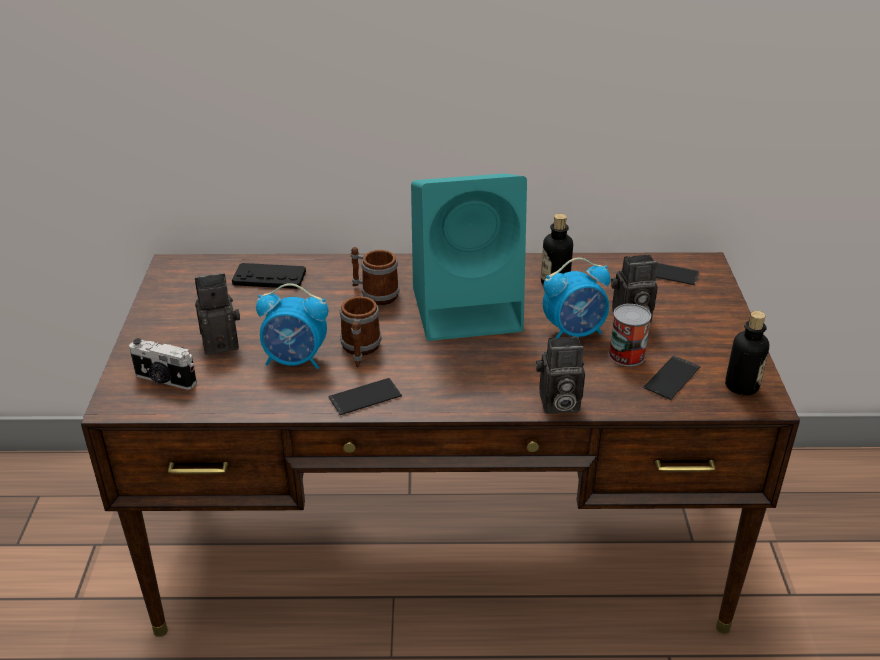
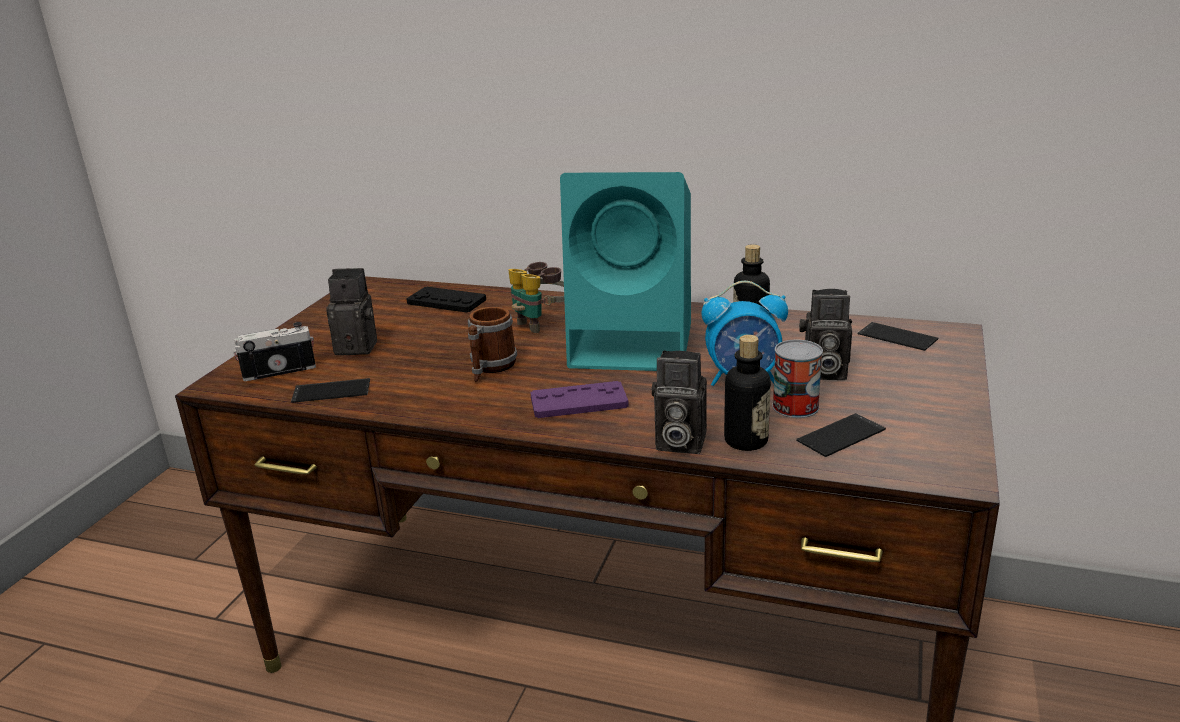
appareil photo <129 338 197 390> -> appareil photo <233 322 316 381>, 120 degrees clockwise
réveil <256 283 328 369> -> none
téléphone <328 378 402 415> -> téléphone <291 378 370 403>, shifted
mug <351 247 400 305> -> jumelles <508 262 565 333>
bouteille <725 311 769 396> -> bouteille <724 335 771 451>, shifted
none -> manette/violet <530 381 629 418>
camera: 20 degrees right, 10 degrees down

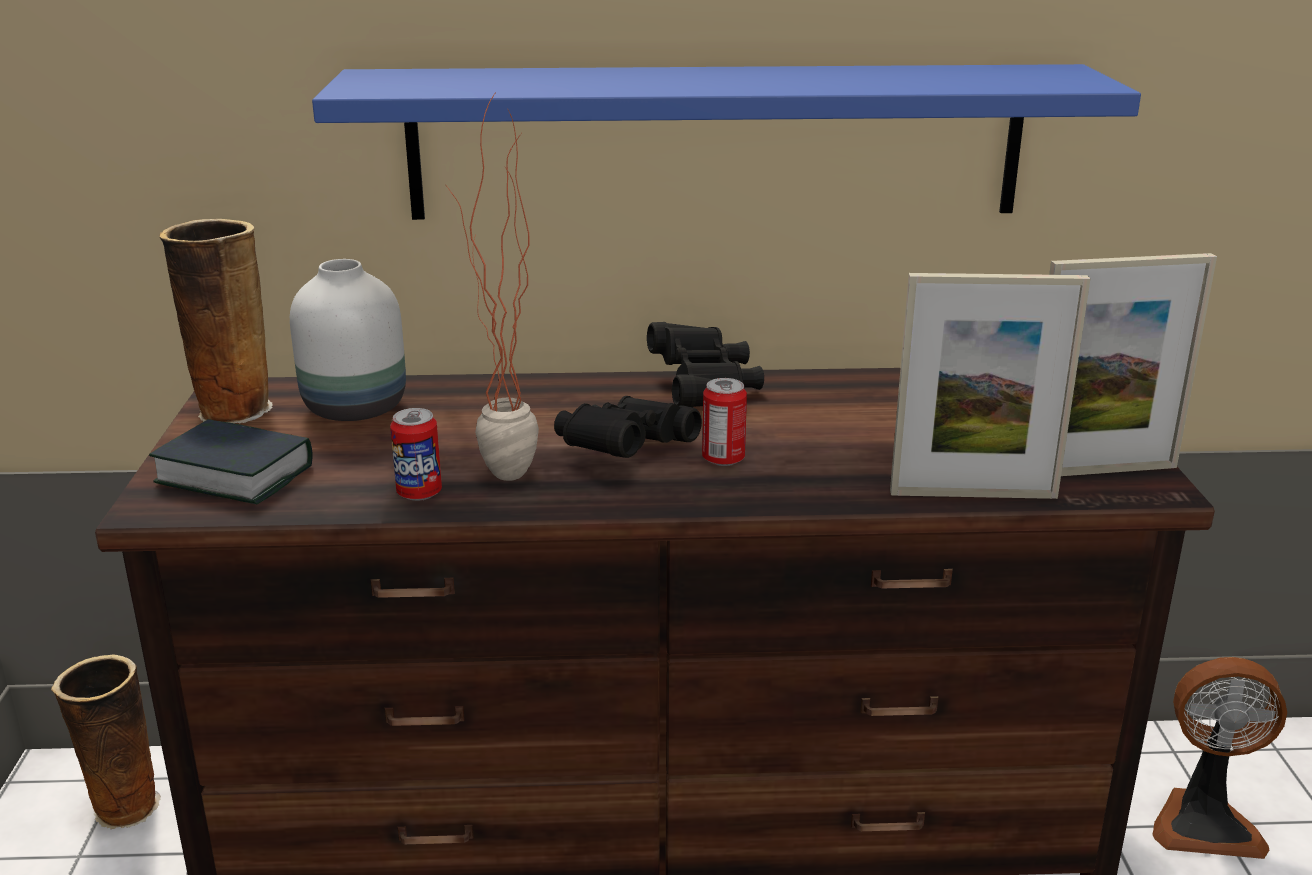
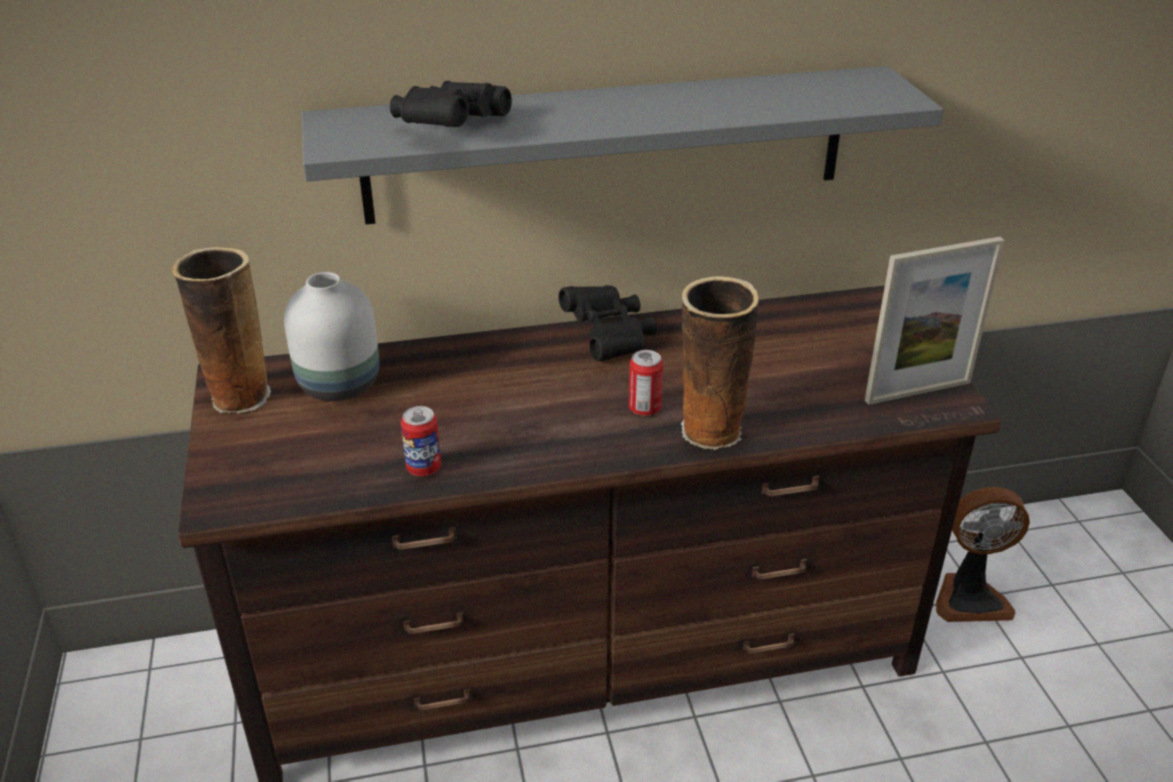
vase <51 655 161 829> -> vase <681 276 759 450>, shifted
livre <149 419 312 504> -> none
étagère/bleu <312 64 1141 220> -> étagère/gris <302 66 943 225>
plante en pot <445 91 539 481> -> none
jumelles/noir <554 396 702 458> -> jumelles/noir <390 81 512 127>, shifted
cadre photo <890 273 1090 499> -> none
camera: 10 degrees left, 10 degrees up

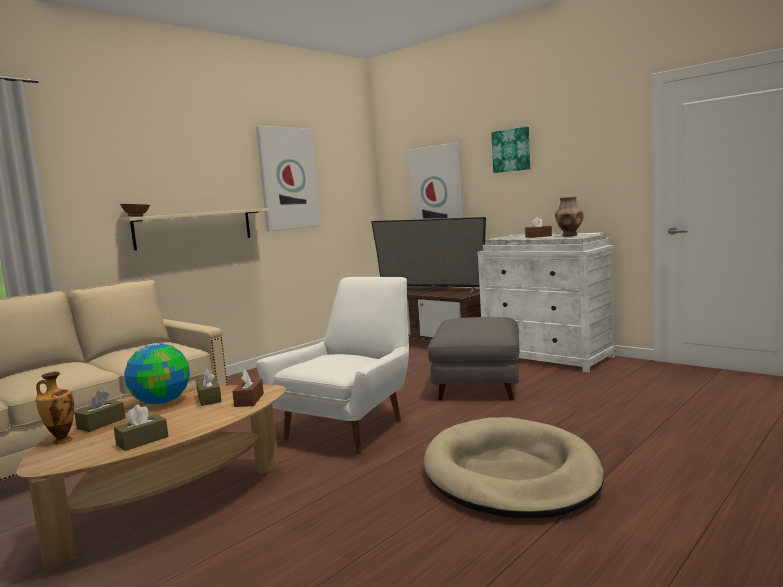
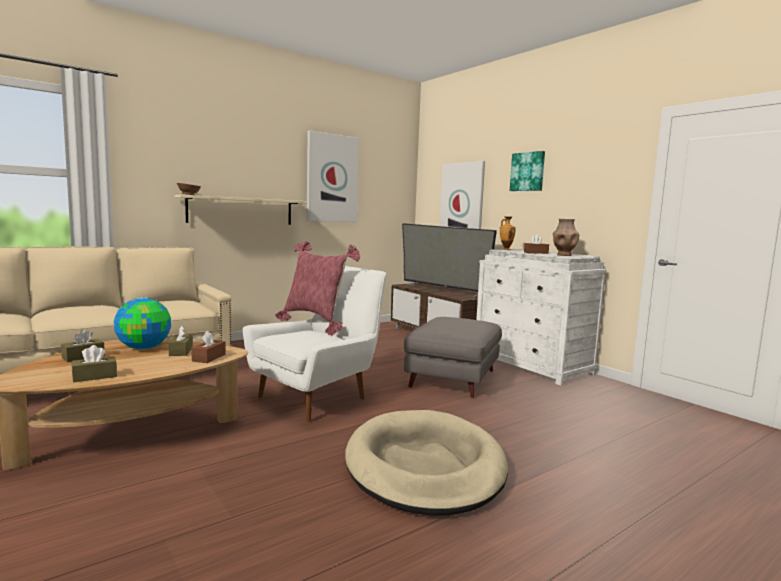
vase <36 372 74 444> -> vase <500 216 516 250>, shifted
none -> coussin/rouge <275 241 360 336>
camera: 10 degrees right, 0 degrees up

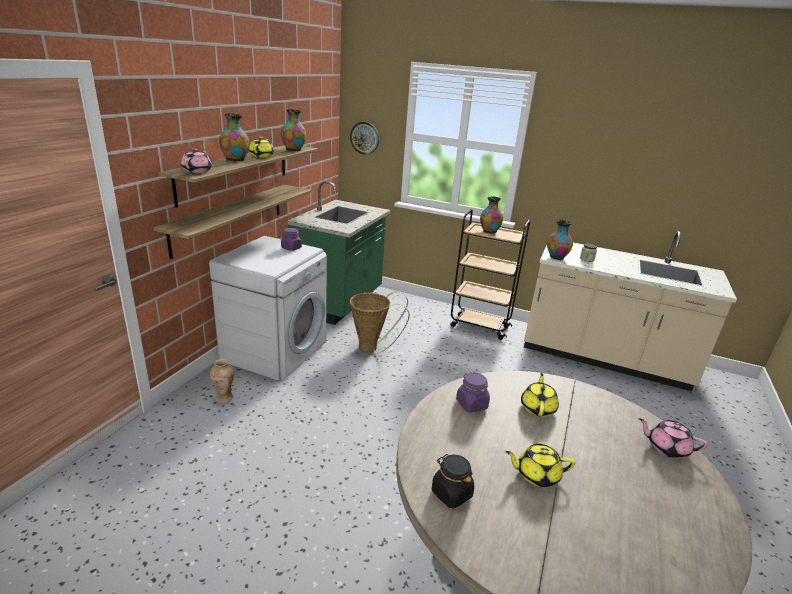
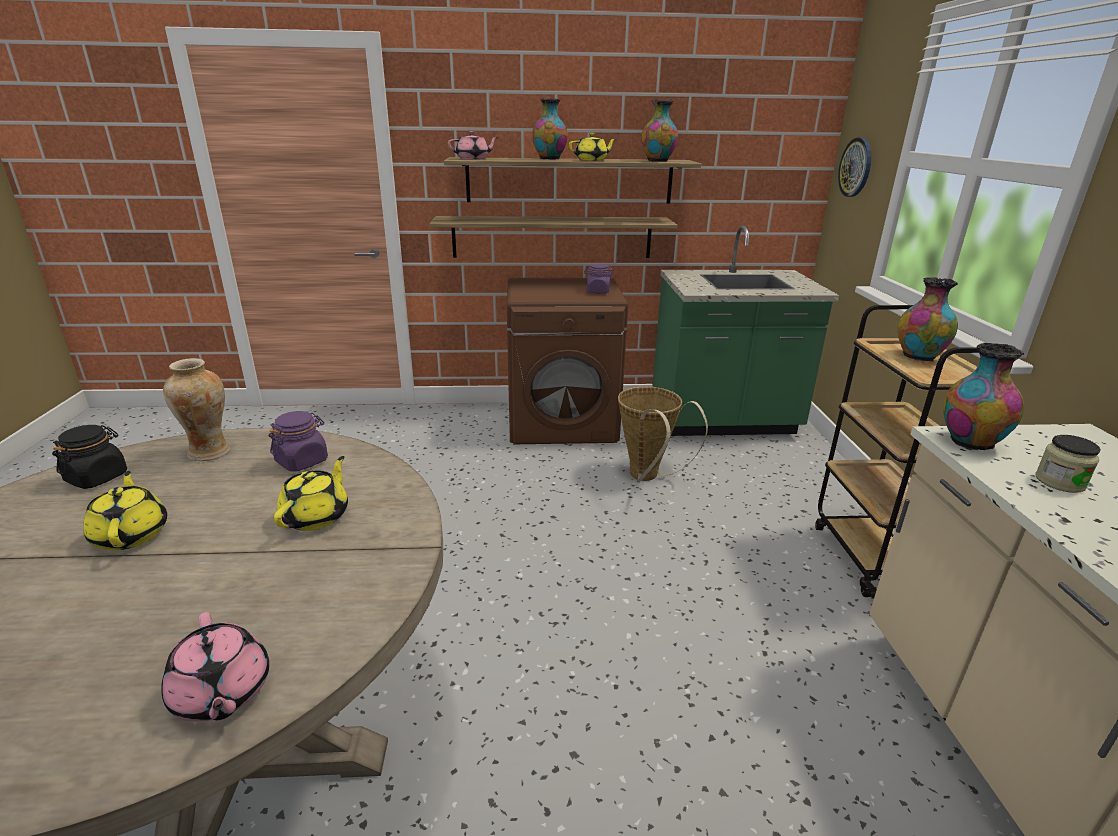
lave-linge/blanc <209 236 327 380> -> lave-linge/marron <507 278 628 444>
vase <210 359 234 403> -> vase <163 358 231 461>, shifted
théière/jaune <521 373 559 417> -> théière/jaune <274 456 348 531>, 60 degrees counterclockwise
théière/rose <639 418 708 459> -> théière/rose <161 612 269 722>, 150 degrees clockwise
camera: 65 degrees right, 0 degrees up

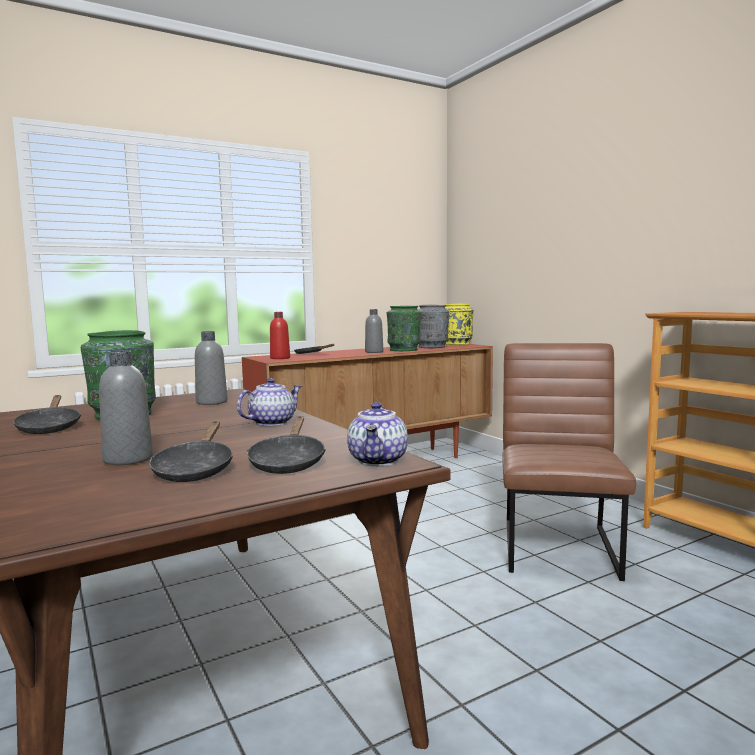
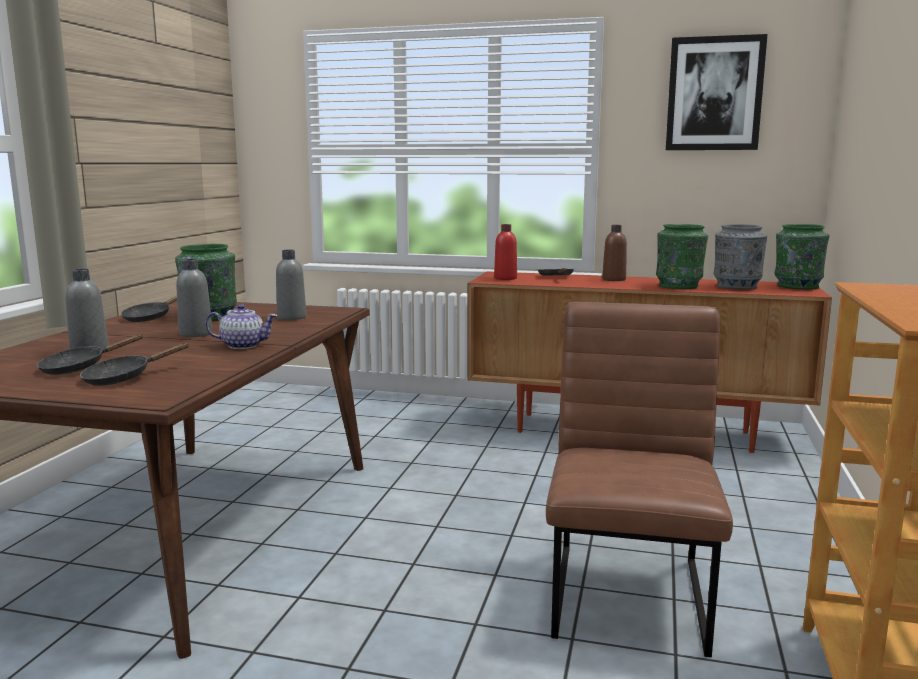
théière <347 402 408 466> -> none
bouteille/gris <365 309 383 353> -> bouteille/gris <176 259 213 337>, shifted
vase/jaune <445 304 473 345> -> vase/vert <774 224 829 290>
chaise/marron <502 343 636 581> -> chaise/marron <546 302 733 657>, 45 degrees counterclockwise
none -> bouteille/marron <602 225 627 281>
none -> tableau <666 34 767 150>
camera: 45 degrees right, 5 degrees up

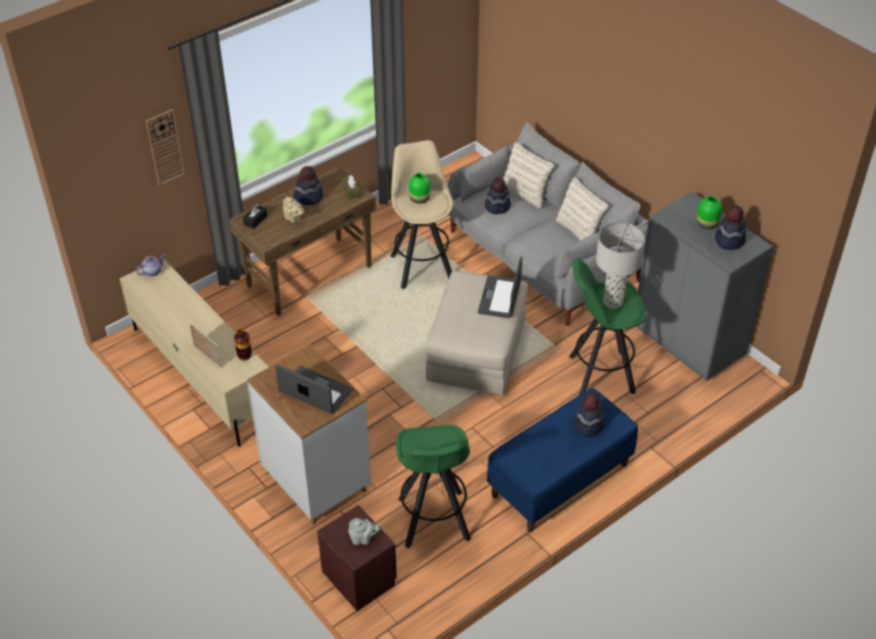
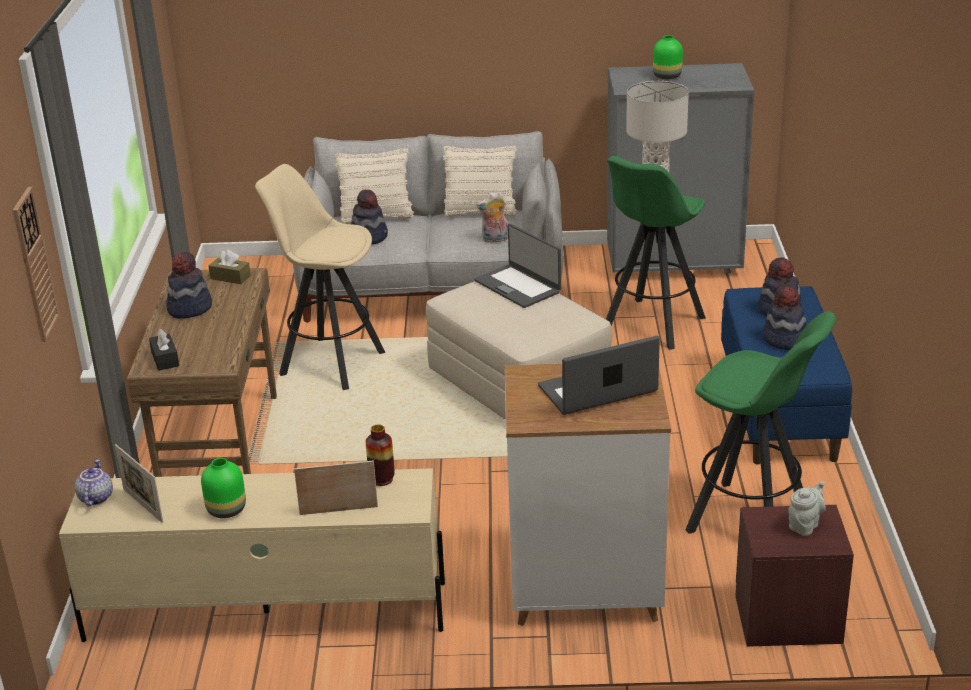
théière/beige <283 196 304 223> -> none
vase/vert <409 173 430 204> -> vase/vert <201 458 246 518>, shifted
chapeau <715 206 746 250> -> chapeau <763 284 806 350>, shifted
none -> cadre photo <115 444 163 523>
none -> peluche <477 191 508 243>
camera: 50 degrees left, 15 degrees down

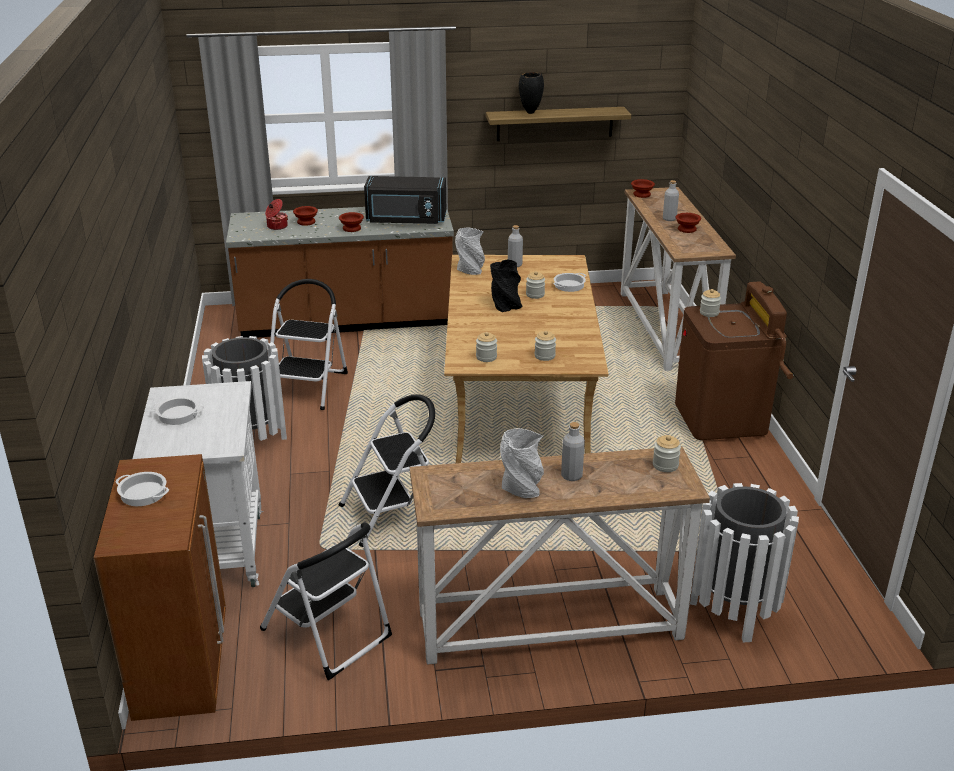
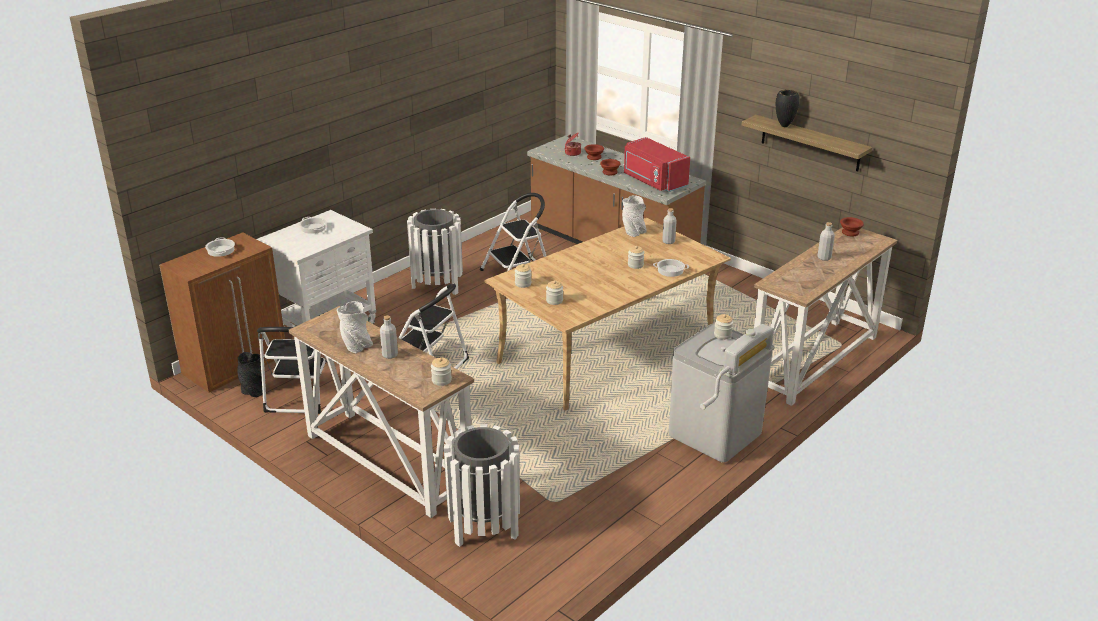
micro-ondes/noir <364 176 446 224> -> micro-ondes/rouge <624 137 690 192>
vase/noir <490 260 522 312> -> vase/noir <237 352 263 397>, shifted
bol/marron <675 213 701 233> -> none
lave-linge/marron <675 282 794 440> -> lave-linge/gris <669 323 775 462>
camera: 50 degrees right, 0 degrees up

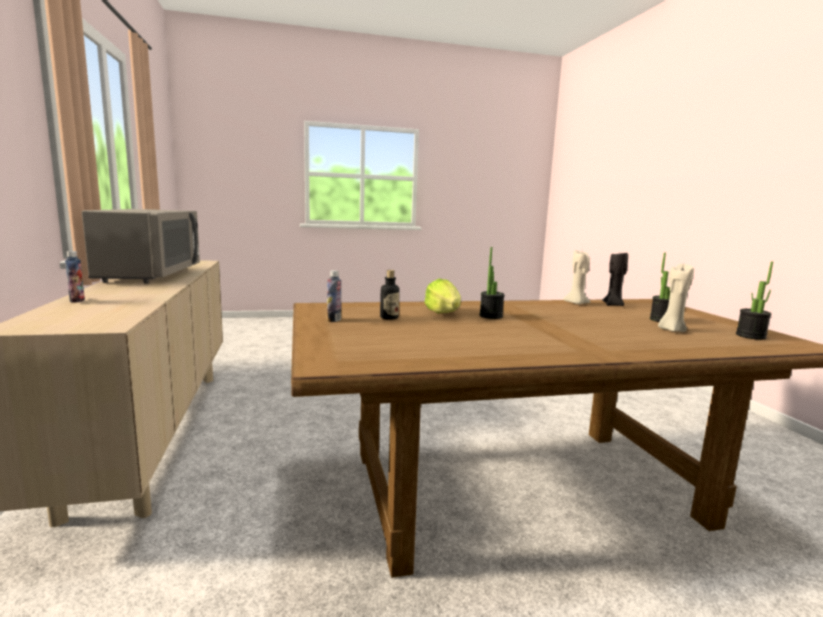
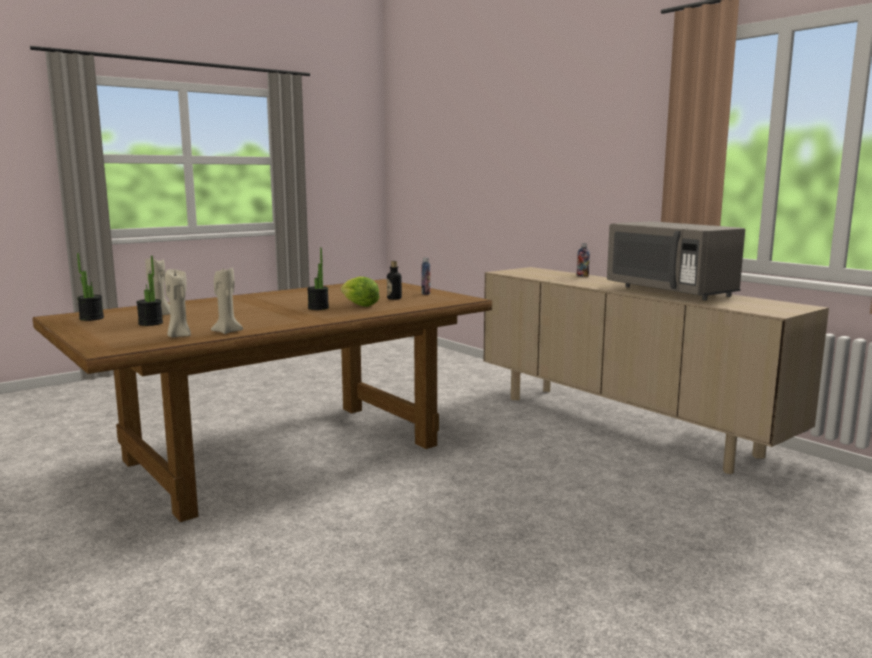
bougie/noir <602 253 628 306> -> bougie/beige <165 269 191 337>
camera: 155 degrees right, 0 degrees up

